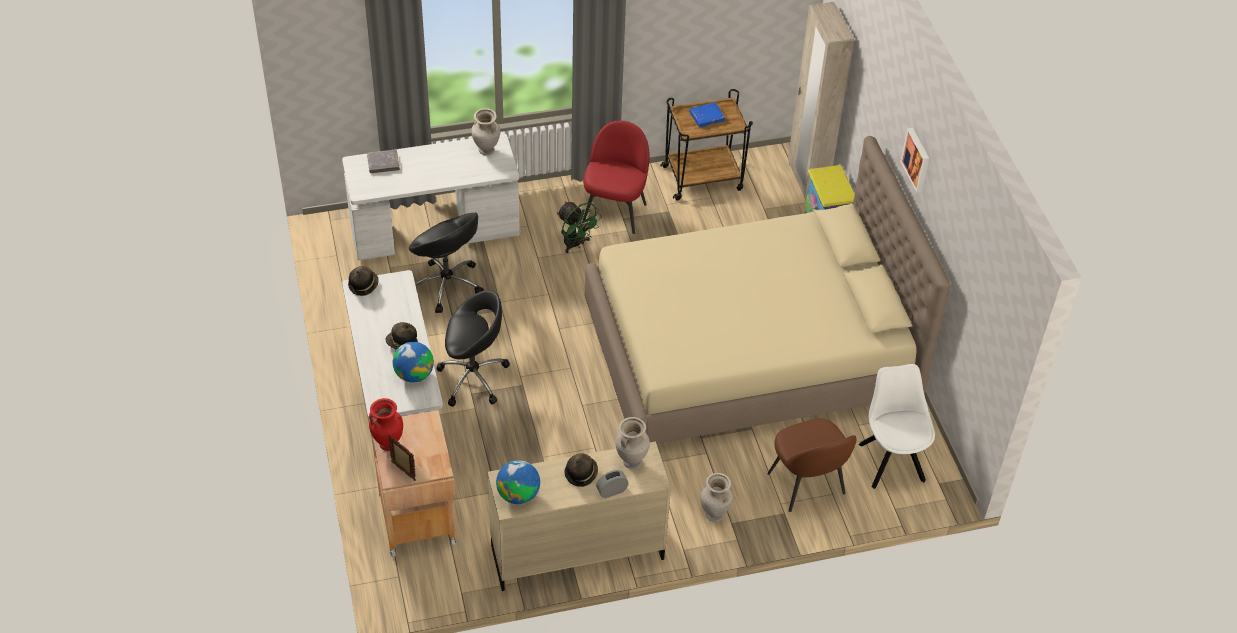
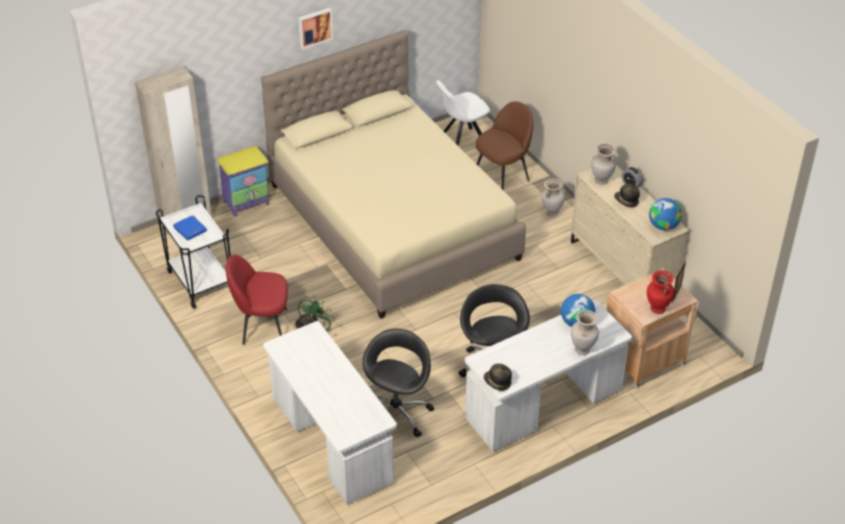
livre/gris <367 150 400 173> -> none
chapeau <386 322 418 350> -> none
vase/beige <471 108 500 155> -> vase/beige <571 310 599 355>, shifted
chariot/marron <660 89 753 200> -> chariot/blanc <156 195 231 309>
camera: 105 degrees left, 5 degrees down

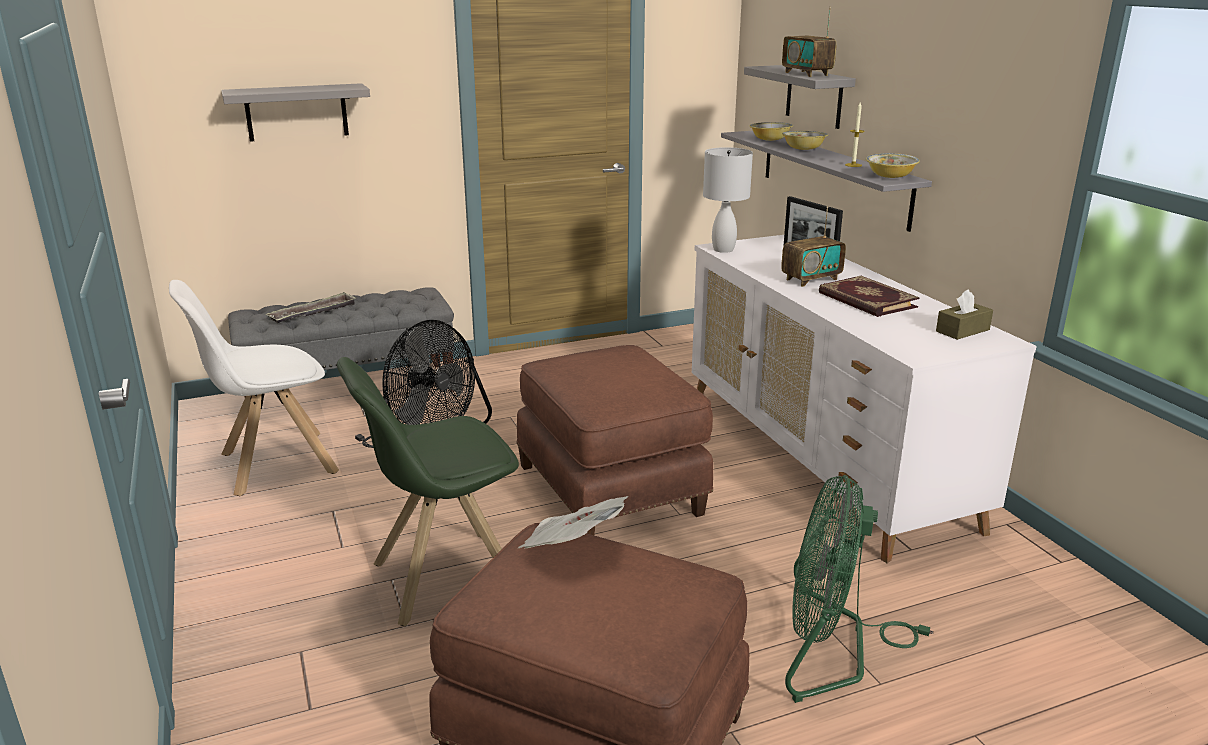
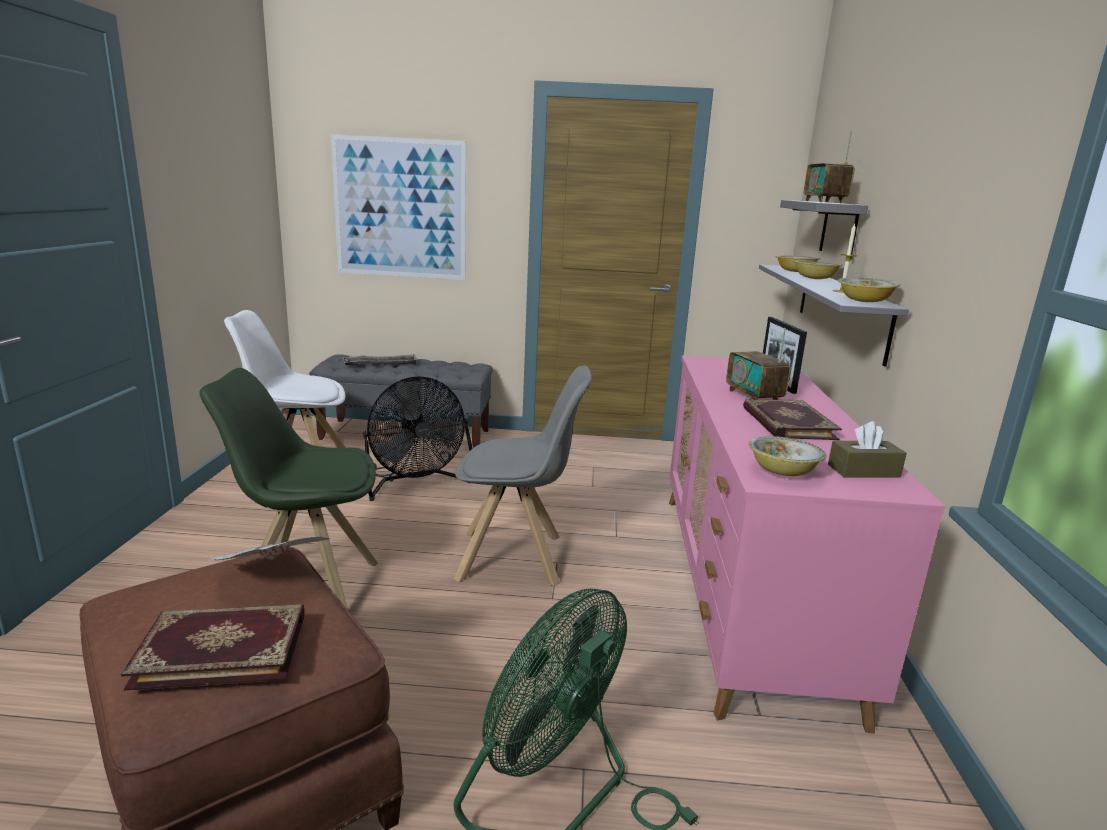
étagère/gris <221 83 370 142> -> tableau <331 134 466 280>
pouf/marron <516 345 713 535> -> chaise/gris <454 365 592 586>
commode/blanc <692 235 1037 563> -> commode/rose <669 355 945 734>
lampe de table/blanc <703 147 753 253> -> none
radio <781 206 846 287> -> radio <726 328 790 400>, 75 degrees clockwise
none -> livre <121 604 304 691>
none -> bol <748 436 827 476>
camera: 25 degrees right, 5 degrees down

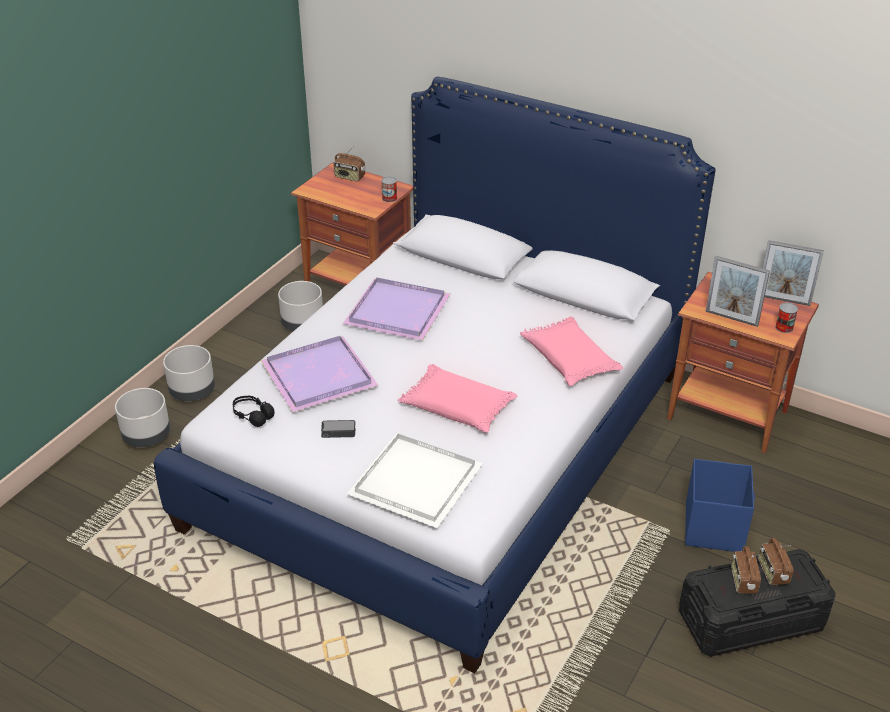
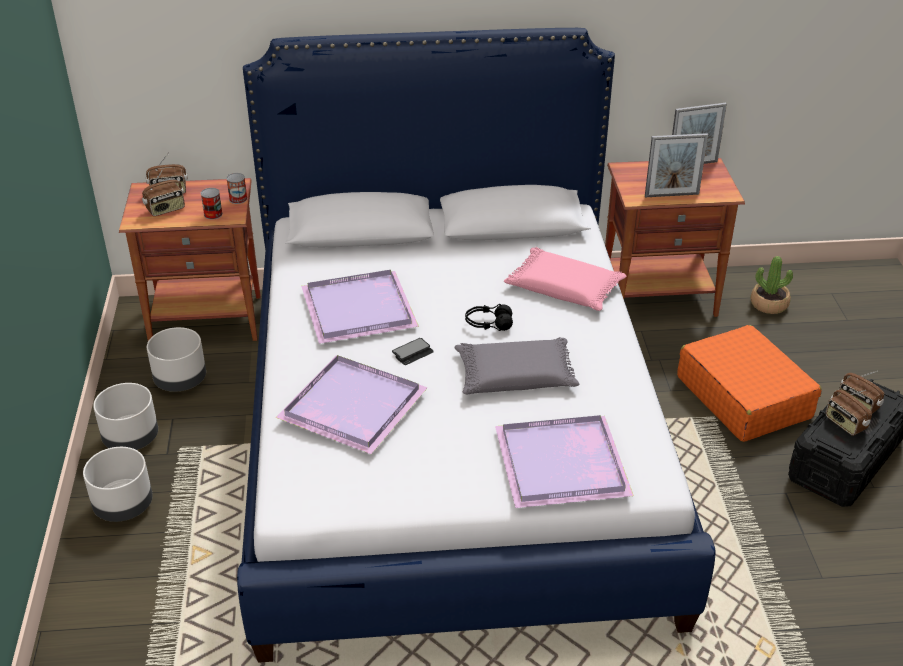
cache-pot/gris <115 388 170 447> -> cache-pot/gris <93 383 158 450>, shifted
casque audio/noir <233 396 274 427> -> casque audio/noir <465 304 513 331>, shifted
téléphone <321 420 355 438> -> téléphone <392 338 434 365>, shifted
plateau/blanc <347 433 483 528> -> plateau/violet <495 415 634 508>
coussin/rose <398 364 517 433> -> coussin/gris <454 337 579 394>
boîte de rangement/bleu <685 459 755 552> -> valise/orange <677 325 822 442>
boîte métallique <775 302 798 333> -> boîte métallique <201 188 223 219>, shifted
none -> radio <142 168 185 216>
none -> plante en pot <751 256 793 314>
camera: 35 degrees left, 0 degrees up

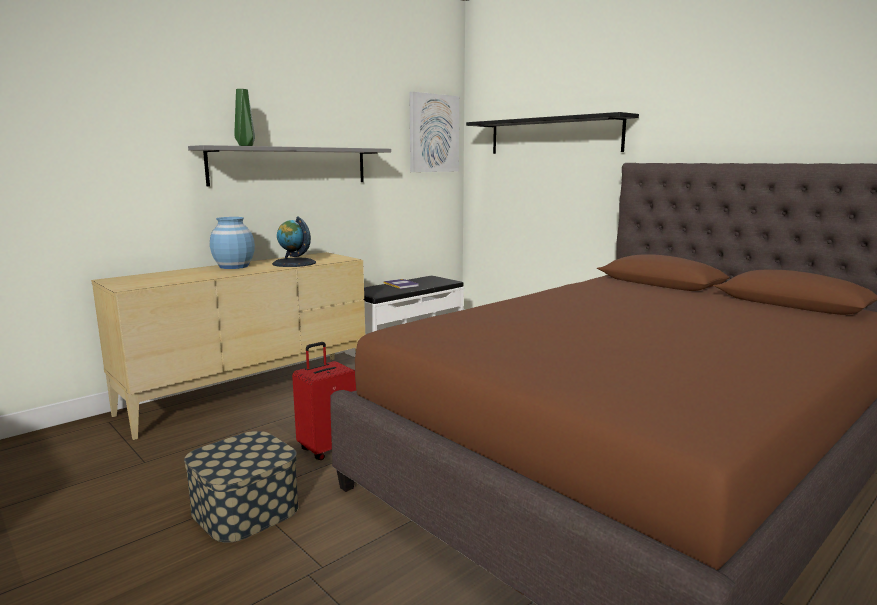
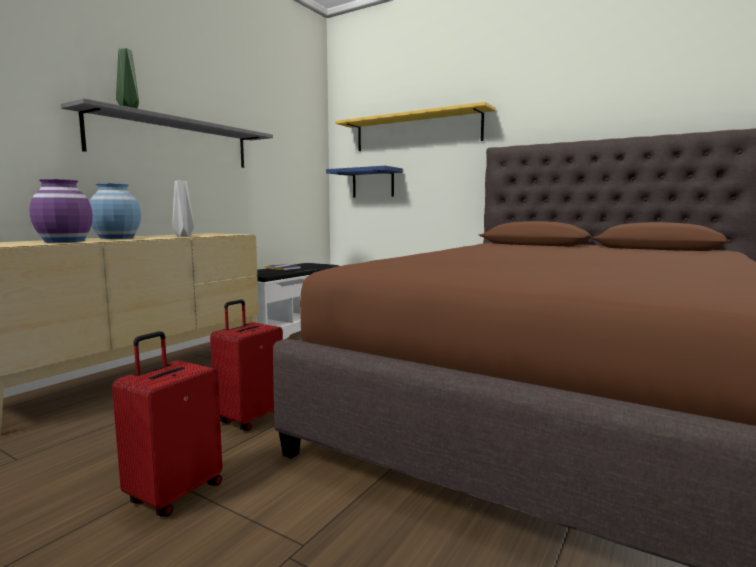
boîte de rangement <184 431 299 543> -> valise/rouge <112 331 223 517>
globe <272 216 316 267> -> vase/gris <172 181 194 237>
tableau <409 92 459 172> -> none
étagère/noir <466 112 639 154> -> étagère/jaune <335 102 496 151>
none -> vase/violet <30 179 93 242>
none -> étagère/bleu <326 166 403 198>
camera: 15 degrees left, 5 degrees down

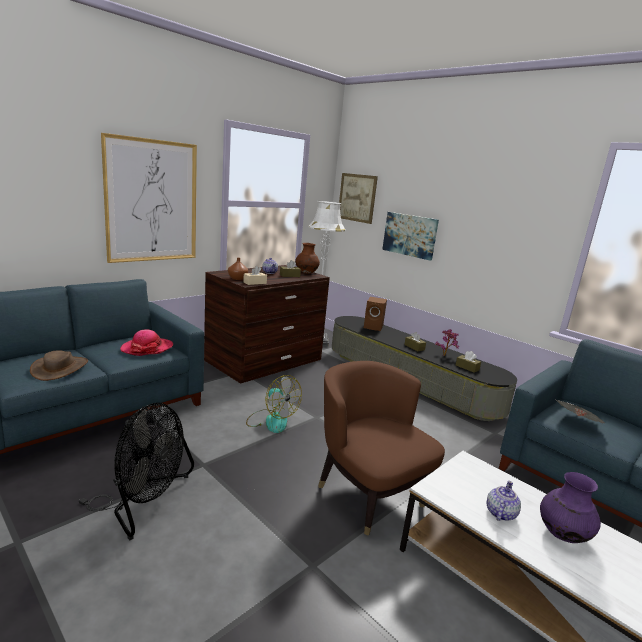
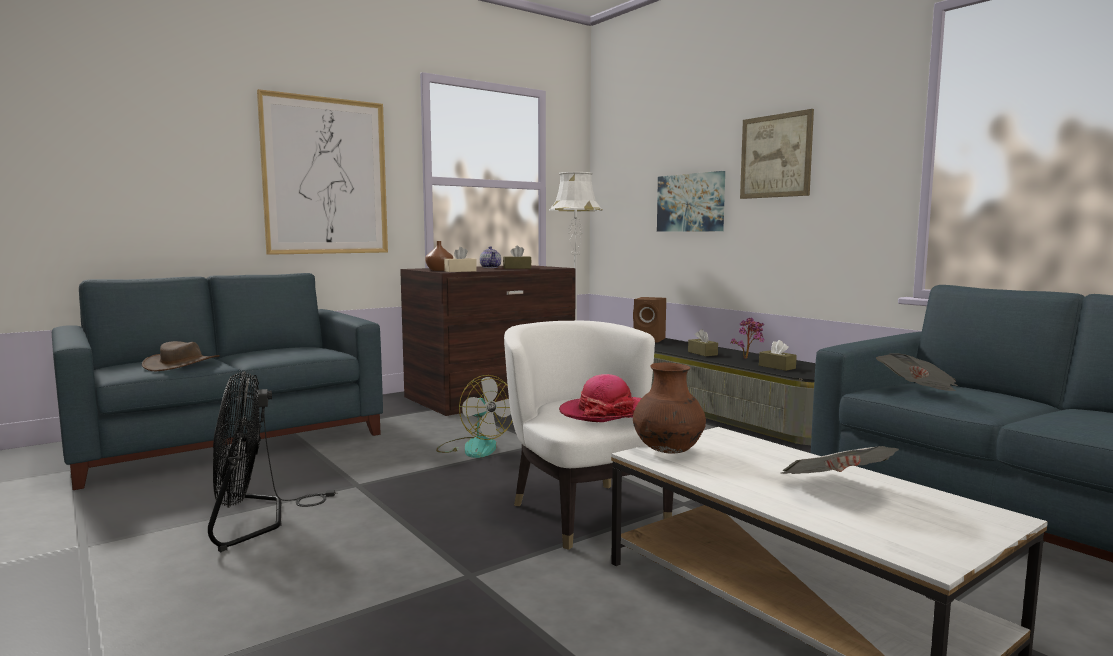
ventilateur/noir <79 403 194 541> -> ventilateur/noir <208 371 338 552>, 135 degrees clockwise
chapeau <120 329 173 356> -> chapeau <559 374 641 422>, shifted
vase/marron <295 243 320 274> -> vase/marron <633 362 706 454>, shifted
fauteuil/marron <318 361 445 536> -> fauteuil/blanc <504 321 673 550>
tableau <339 173 378 224> -> tableau <740 109 814 199>, shifted
théière <486 481 521 521> -> none
vase/violet <540 472 601 543> -> journal <782 446 899 474>
camera: 10 degrees right, 10 degrees down

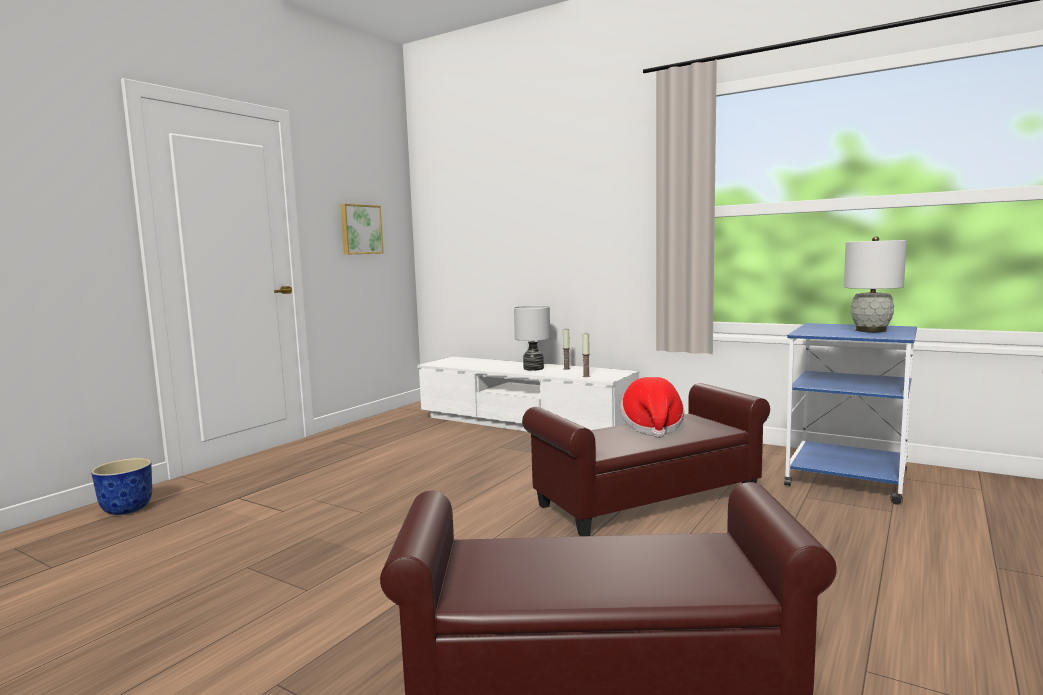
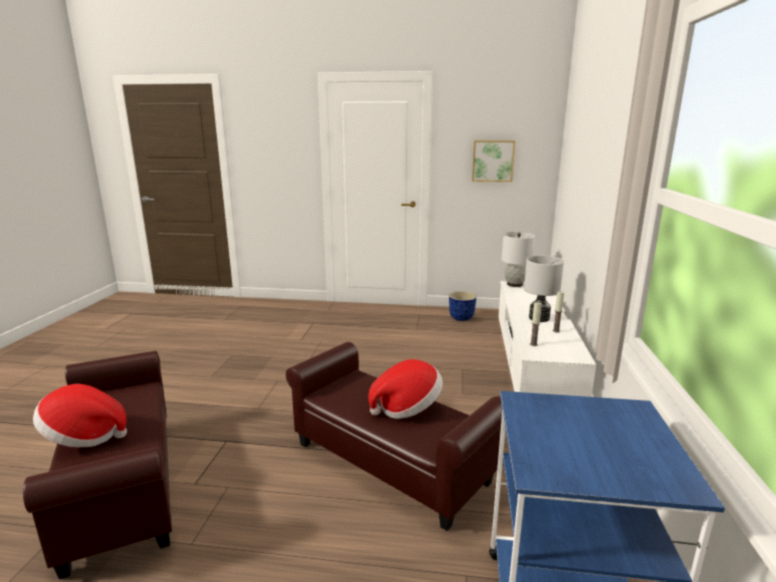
cache-pot <91 458 152 515> -> cache-pot <449 291 477 321>, shifted
lampe de table/blanc <844 236 907 332> -> lampe de table/blanc <501 232 535 287>, shifted
none -> chapeau <33 384 127 447>
camera: 65 degrees right, 10 degrees up

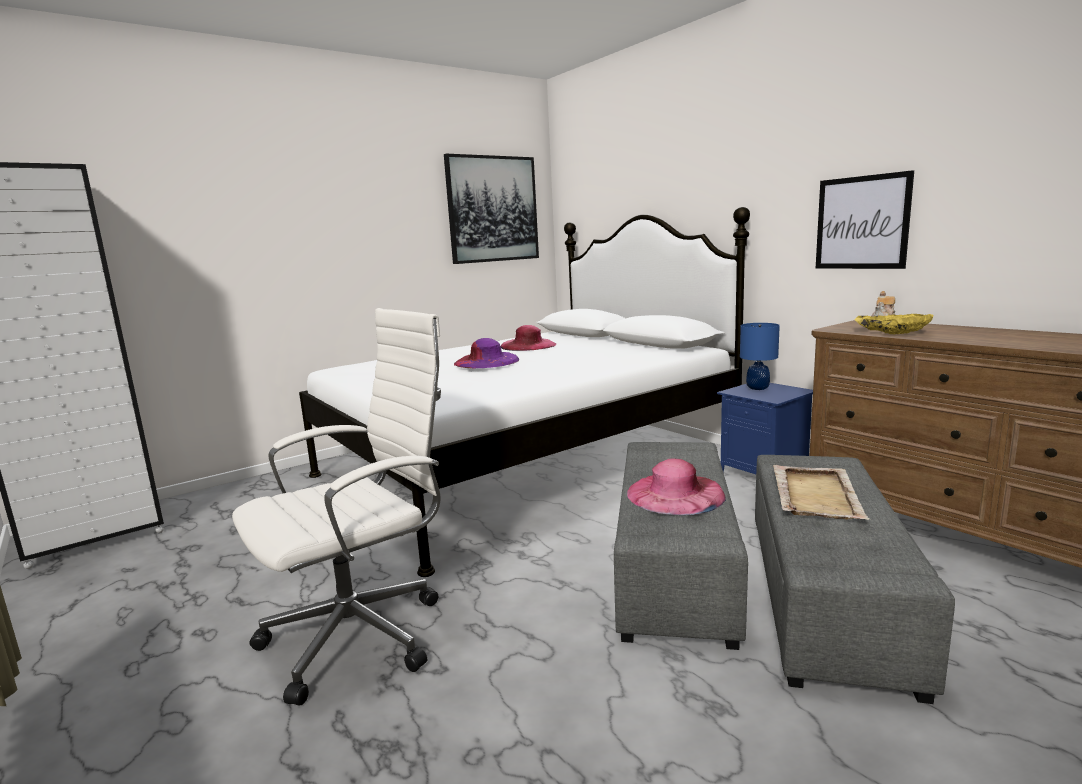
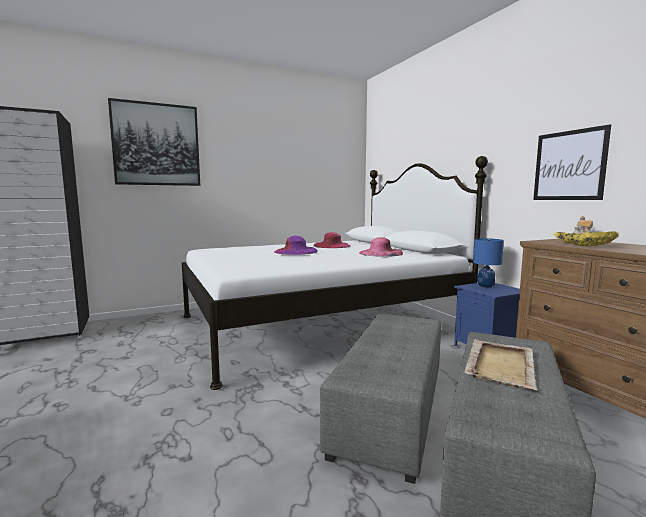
chaise de bureau/blanc <232 308 441 706> -> none
tableau <444 154 539 264> -> tableau <108 98 200 186>, shifted
chapeau/rose <627 459 726 515> -> chapeau/rose <359 237 403 257>, shifted
camera: 10 degrees right, 5 degrees down

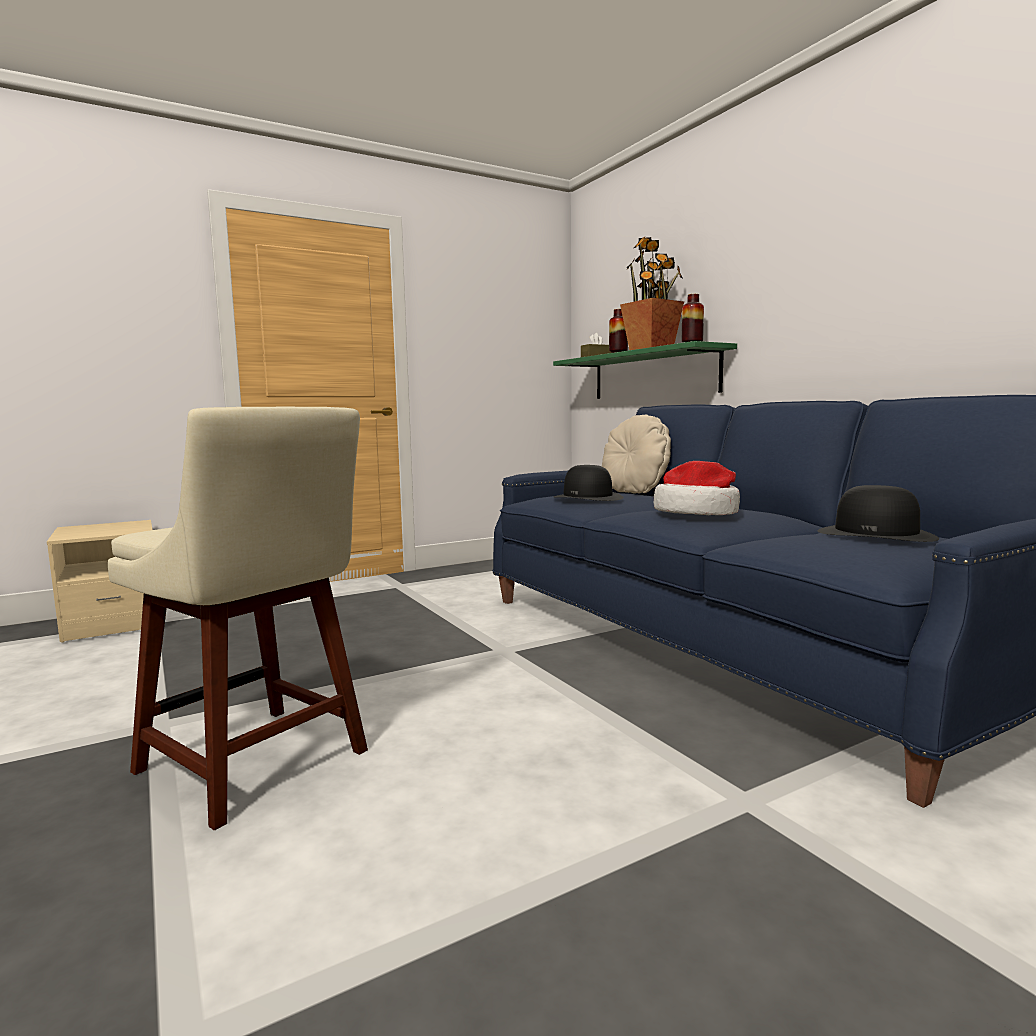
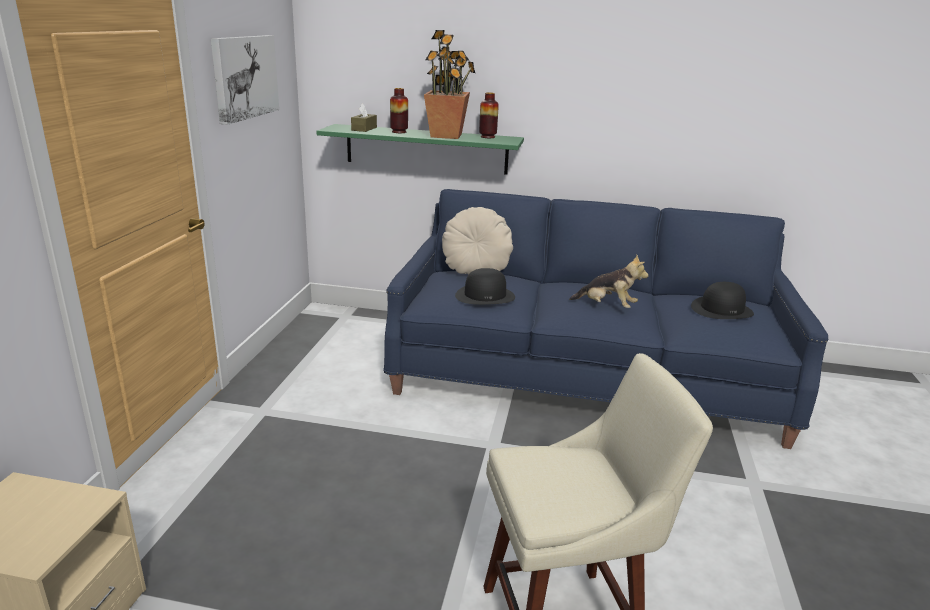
chapeau <653 461 740 515> -> peluche <569 255 649 308>
none -> tableau <211 35 279 125>
camera: 50 degrees left, 15 degrees up

